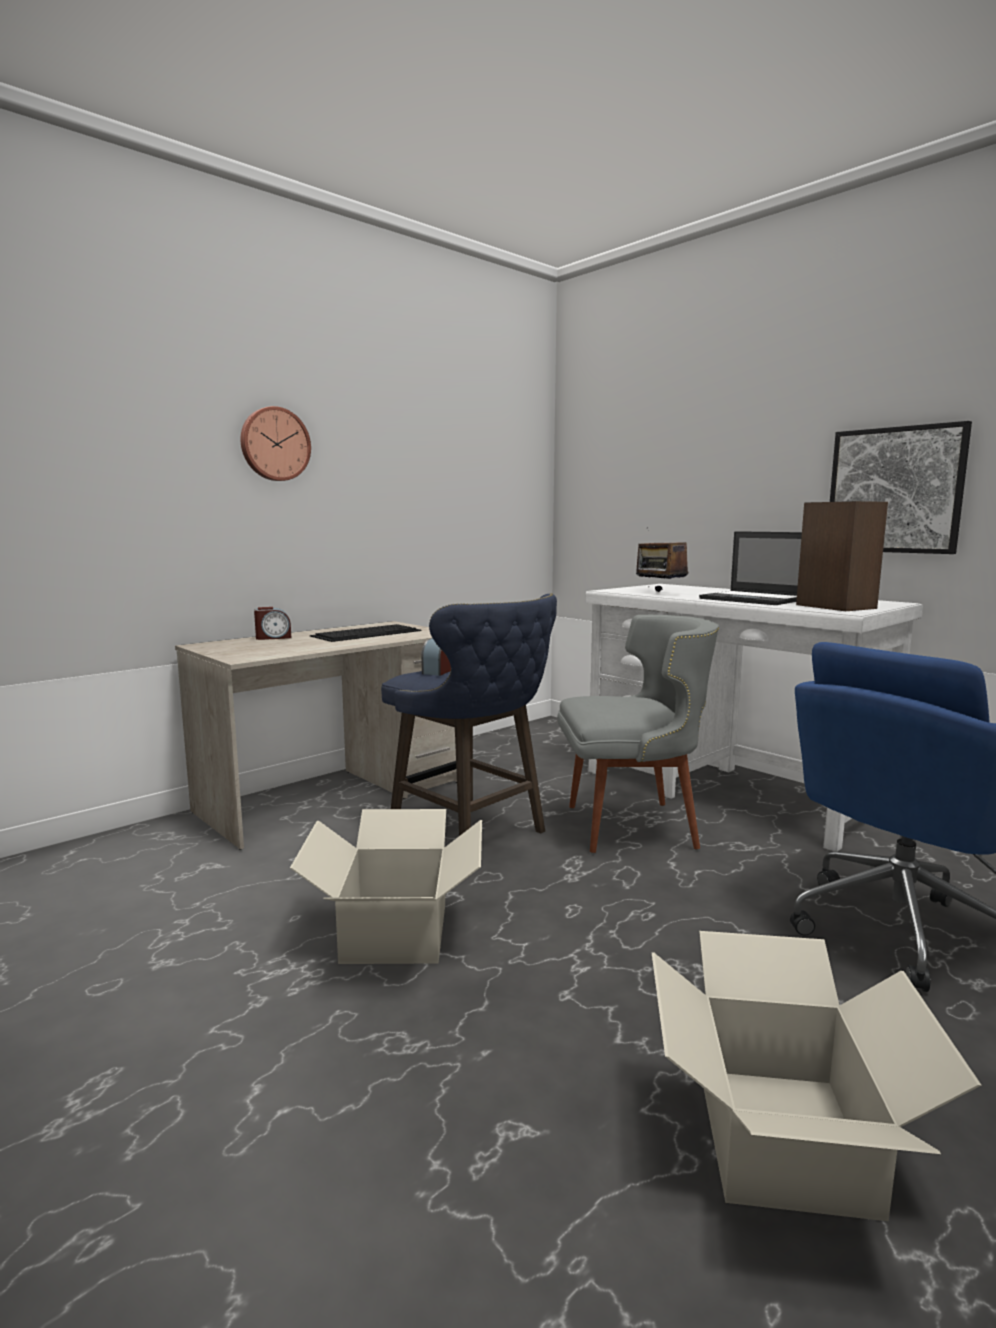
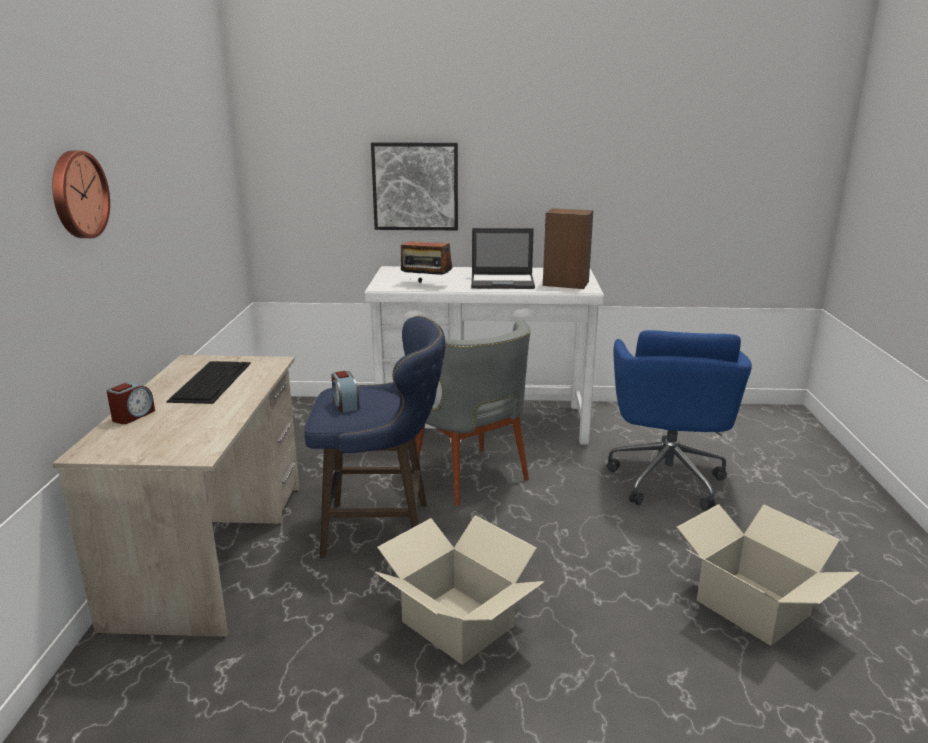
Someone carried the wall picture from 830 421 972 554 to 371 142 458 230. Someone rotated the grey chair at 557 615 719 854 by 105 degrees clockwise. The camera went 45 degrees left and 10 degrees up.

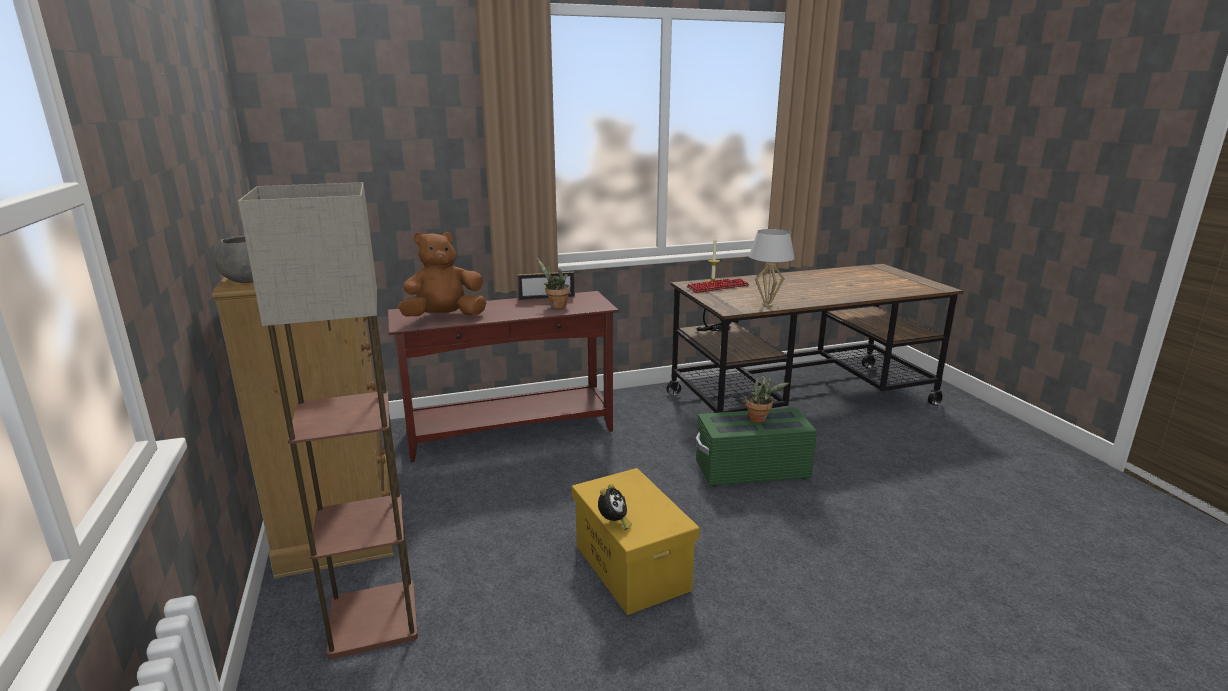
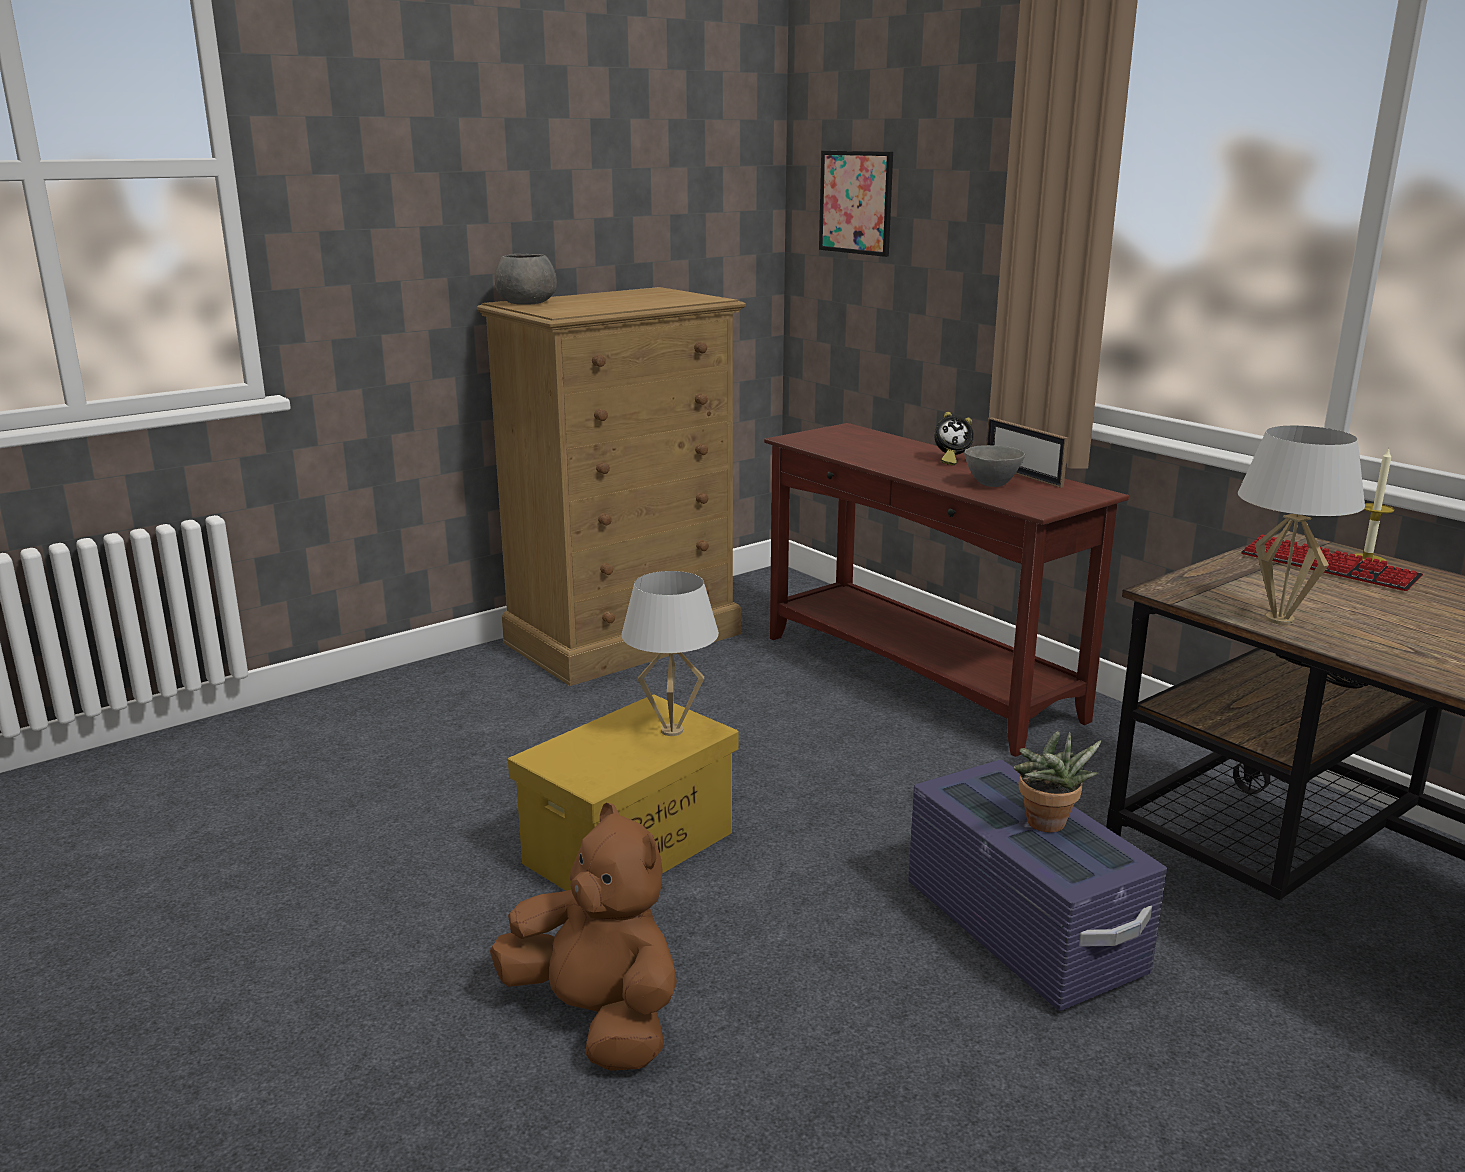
Someone took away the floor lamp at 238 182 418 659. Someone put down the whitish lamp for a table at 621 571 719 736. Someone put up the wall picture at 819 151 893 257. Someone carried the brownish soft toy from 398 232 486 317 to 490 803 677 1071. Someone carried the table clock from 598 484 632 530 to 934 412 974 466. Someone swapped the potted plant at 537 258 570 309 for the grey bowl at 964 445 1025 487. Someone repainted the green-coloured storage box at 695 408 817 486, which became the purple-coloured storage box at 908 760 1167 1011. The camera went 70 degrees right and 0 degrees up.

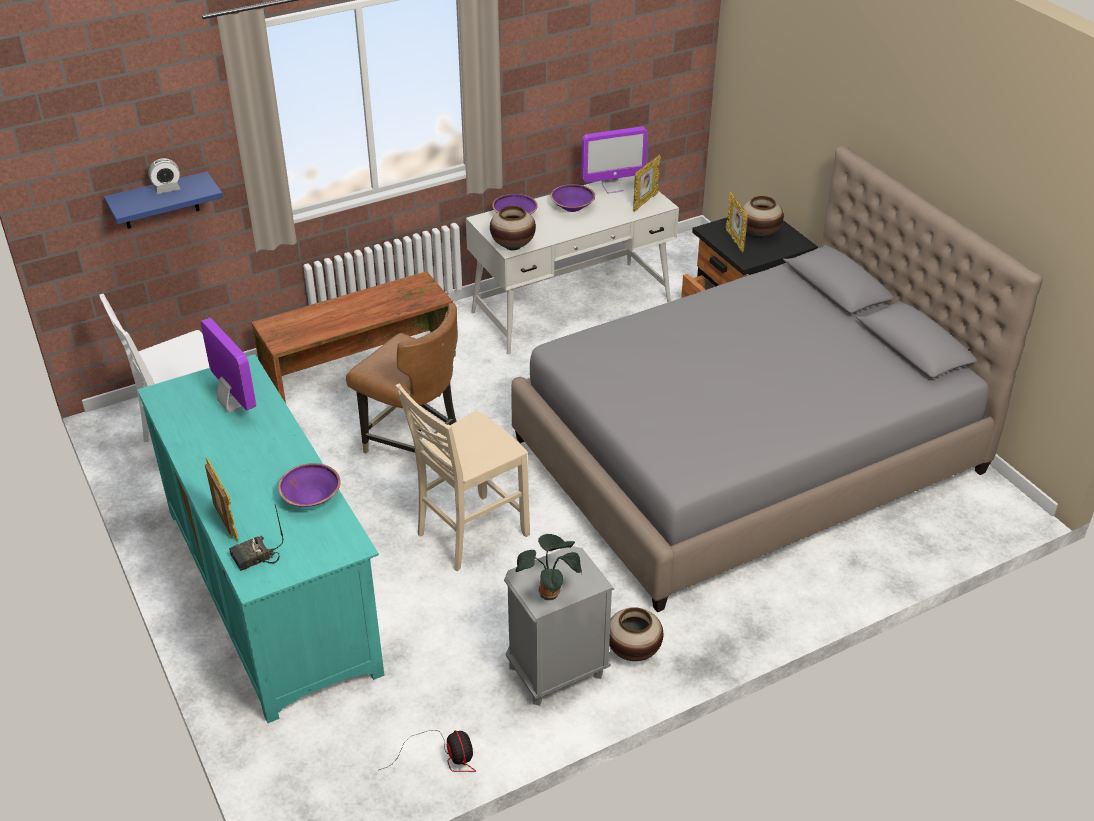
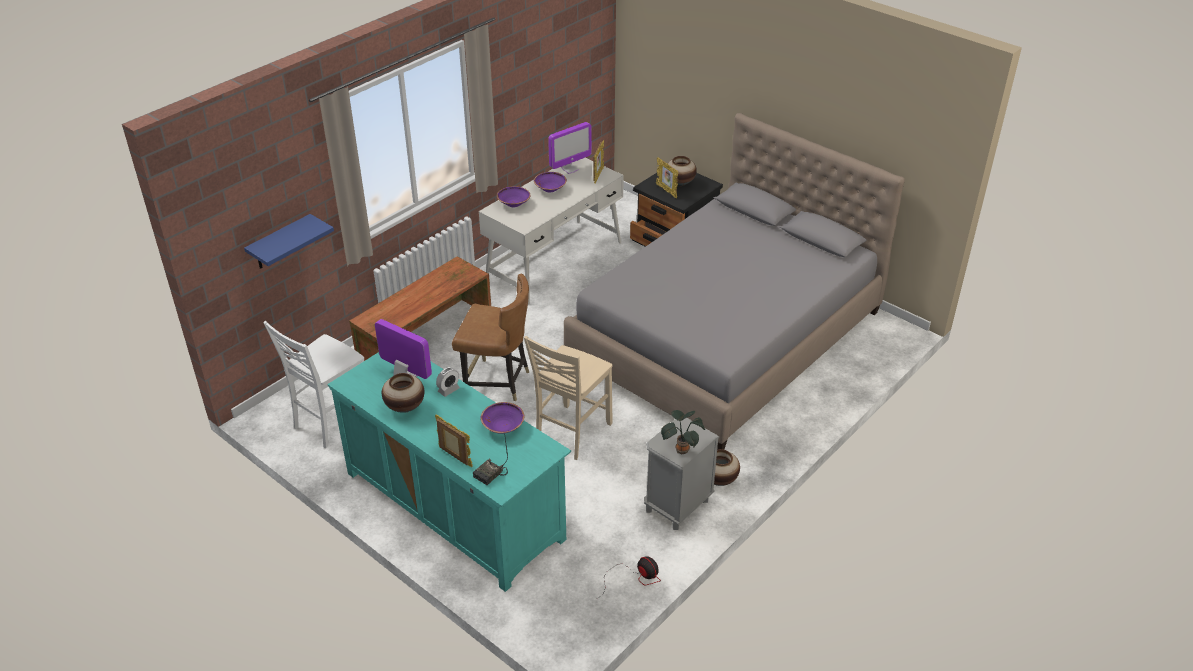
Someone carried the table clock from 148 158 180 194 to 436 367 460 397. Someone carried the vase from 490 206 536 250 to 382 373 424 413. The camera went 20 degrees left and 0 degrees up.

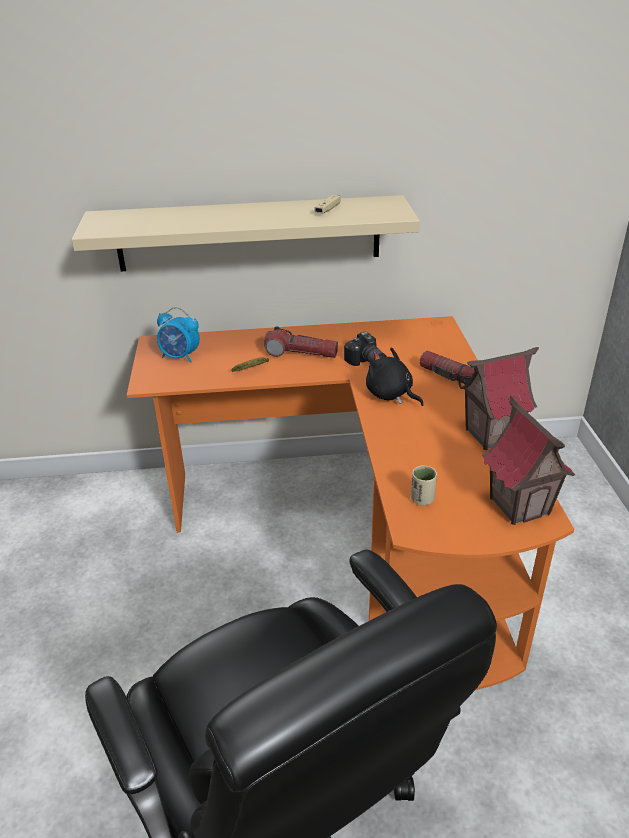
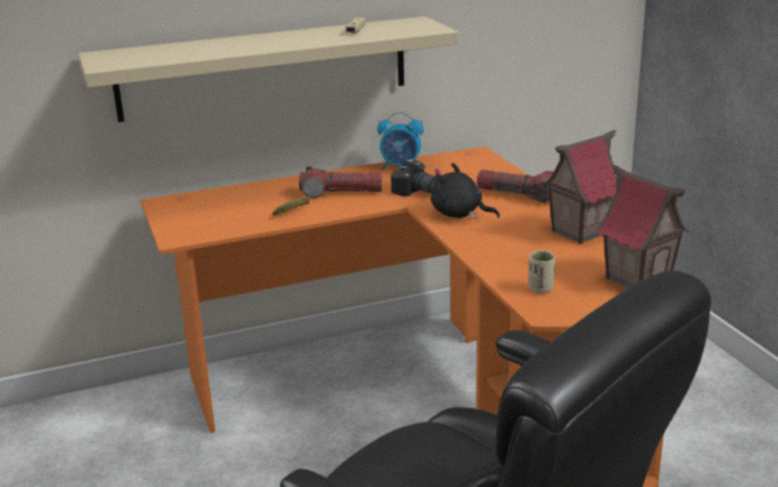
Someone carried the table clock from 157 307 200 363 to 377 112 424 169. The camera went 15 degrees left and 10 degrees down.

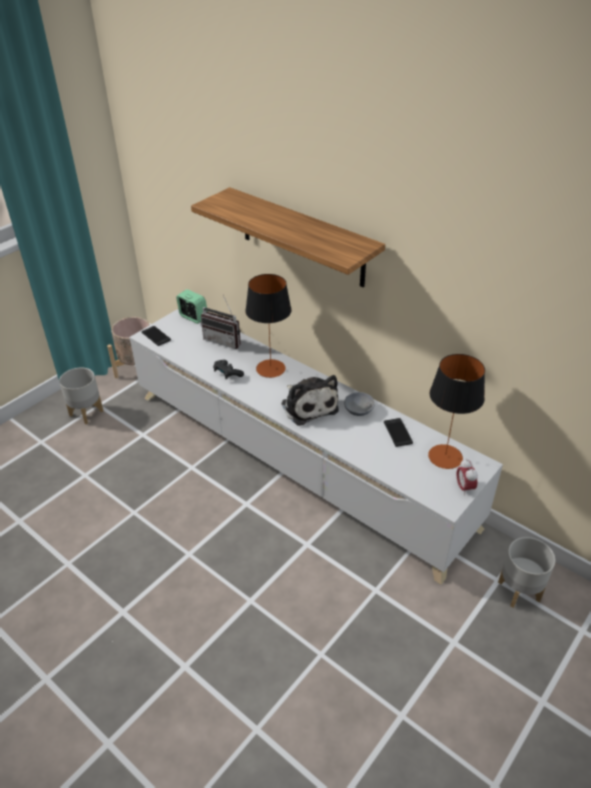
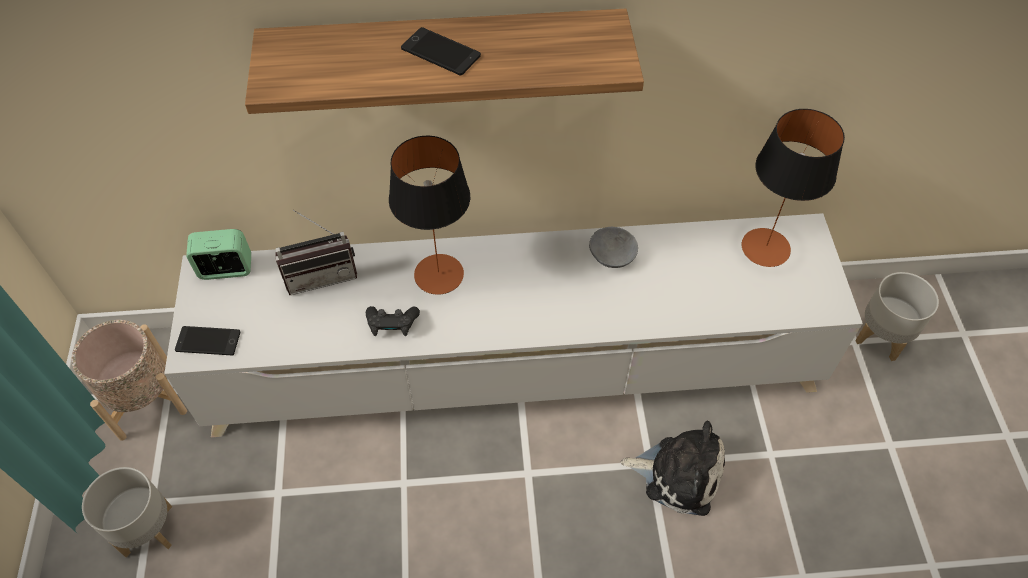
Someone took away the table clock at 456 459 478 495. Someone carried the soft toy from 281 375 339 426 to 621 421 725 516. Someone carried the phone from 384 418 413 447 to 401 27 481 76. The camera went 45 degrees left and 15 degrees up.

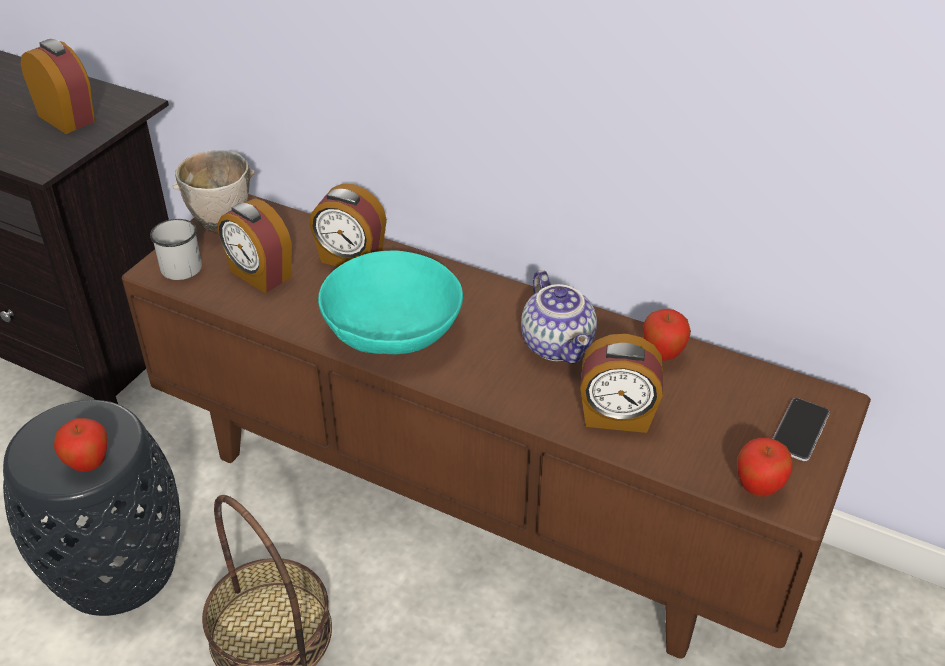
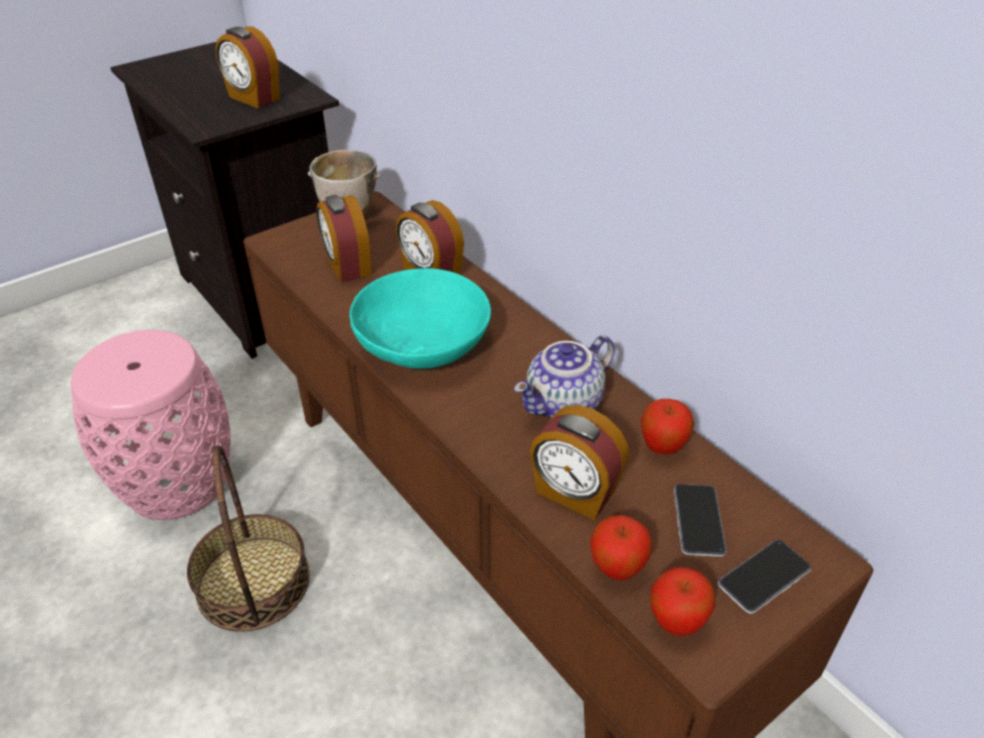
Someone took away the whitish tea mug at 150 219 202 280. Someone put down the phone at 674 484 727 557. Someone carried the apple from 54 418 107 472 to 590 515 653 580. Someone repainted the black stool seat at 3 400 180 616, which became the pink-coloured stool seat at 71 330 230 520. Someone rotated the table clock at 21 39 95 134 by 150 degrees clockwise. Someone rotated the teapot at 521 270 597 364 by 45 degrees clockwise. The camera went 25 degrees right and 0 degrees up.

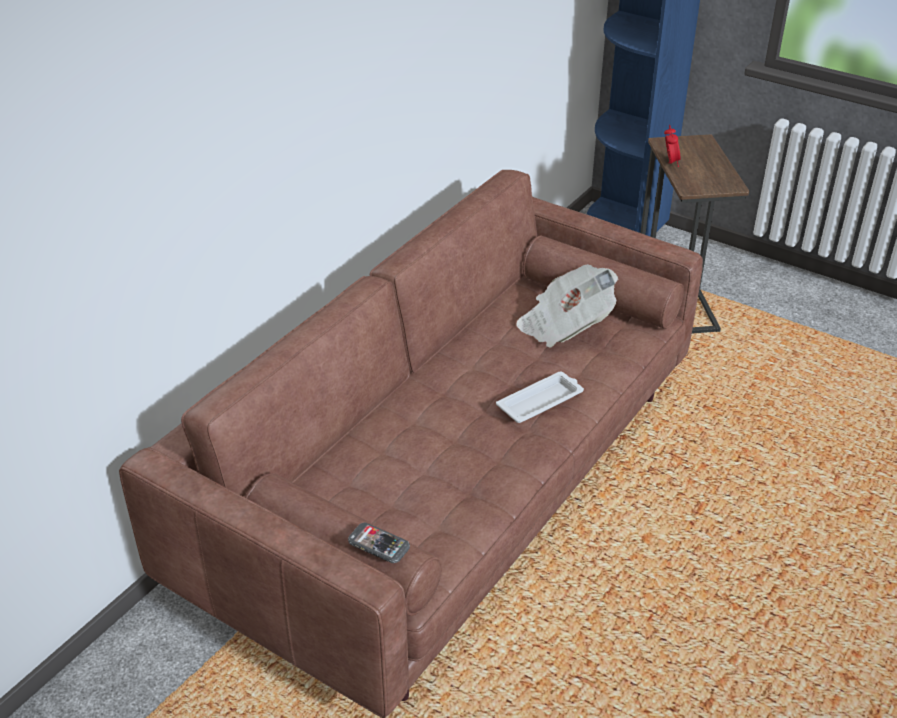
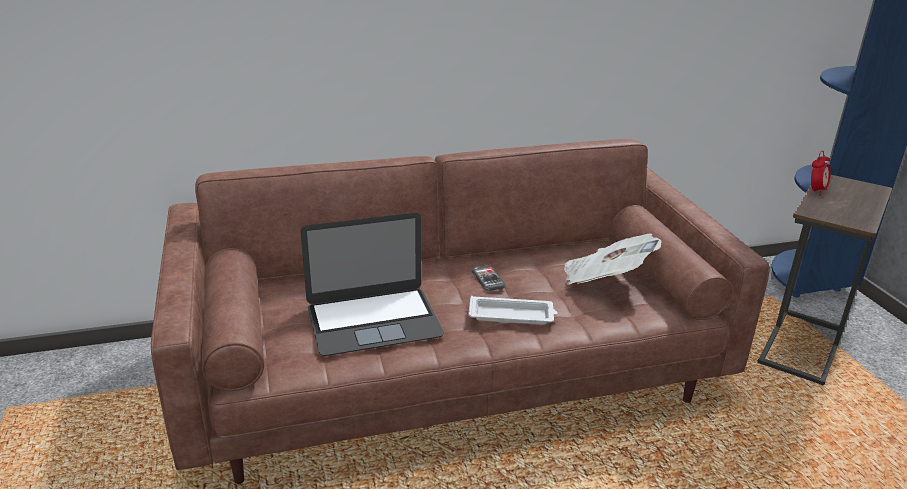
Someone put down the notebook computer at 301 213 444 356. Someone carried the phone from 348 523 410 563 to 472 265 506 291. The camera went 40 degrees right and 10 degrees down.

